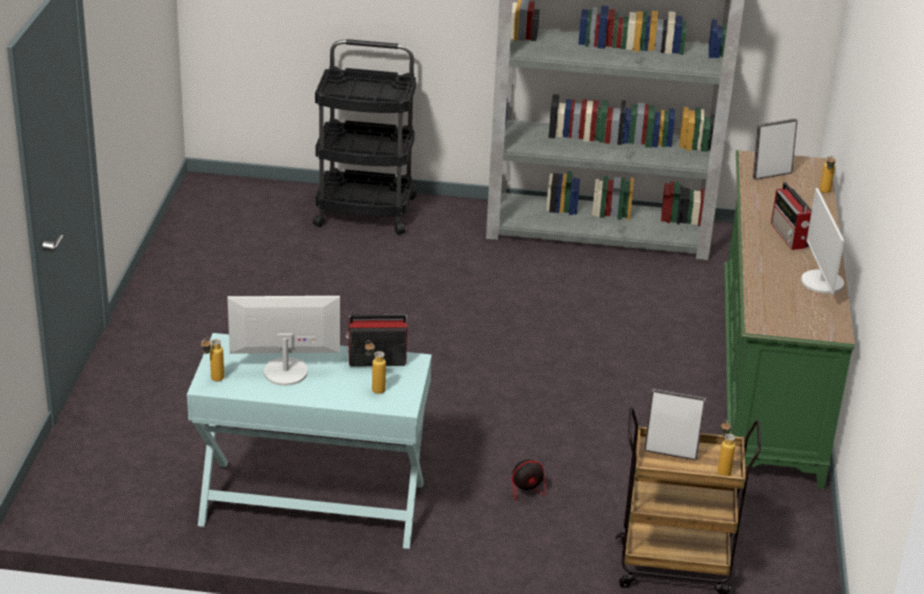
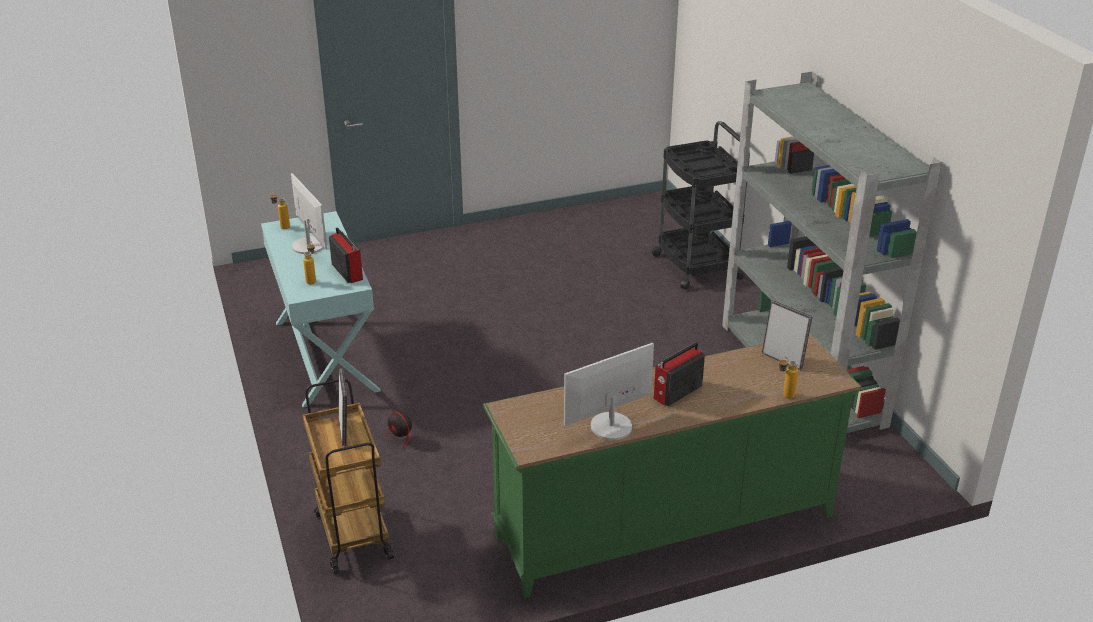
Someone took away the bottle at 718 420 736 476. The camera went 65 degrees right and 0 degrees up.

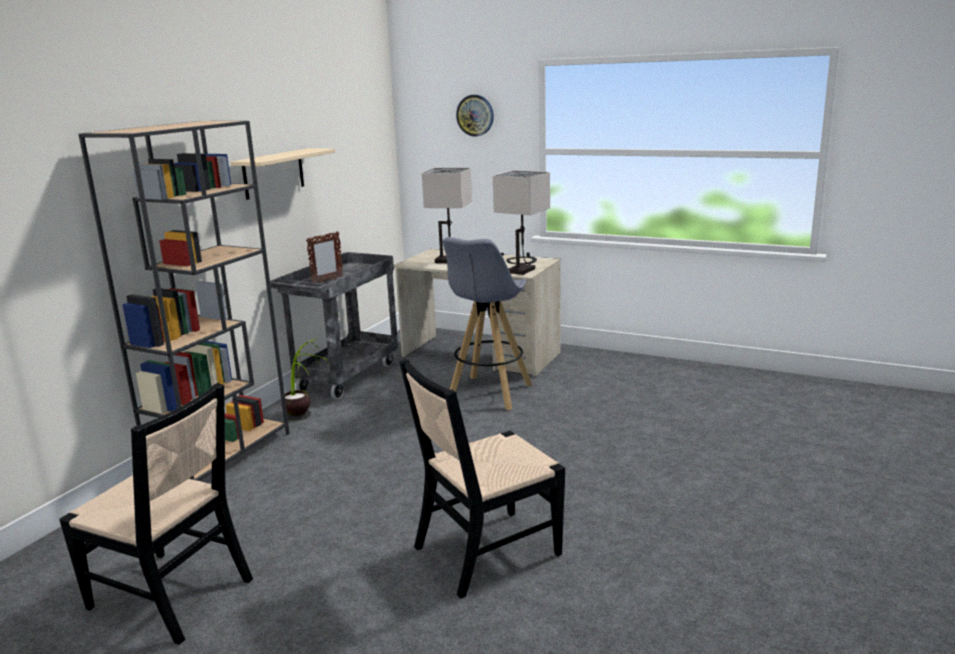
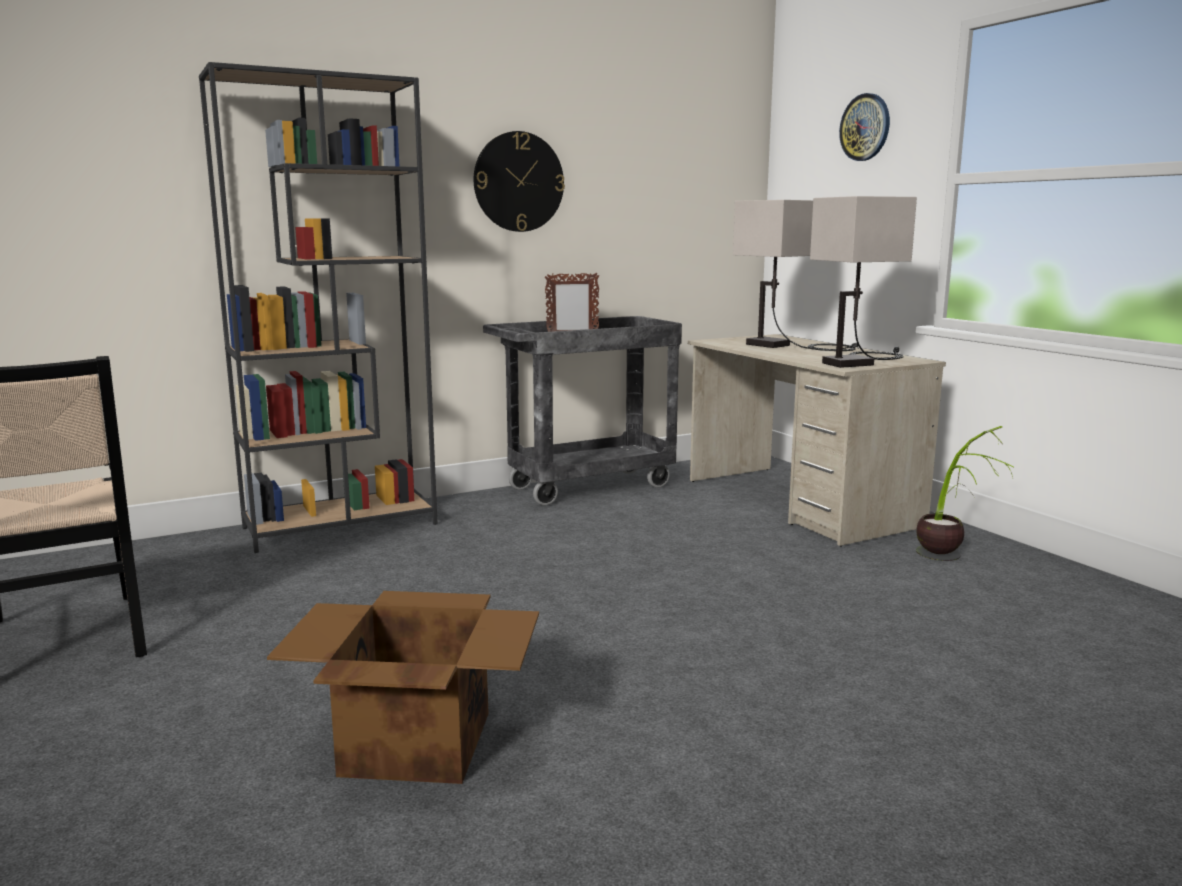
Someone took away the grey stool seat at 443 237 532 410. Someone carried the potted plant from 281 339 329 421 to 916 426 1013 561. Someone swapped the beige-coloured shelf at 231 148 335 200 for the wall clock at 474 131 565 232. Someone swapped the chair at 399 358 565 599 for the carton at 267 591 539 784. The camera went 35 degrees right and 5 degrees down.

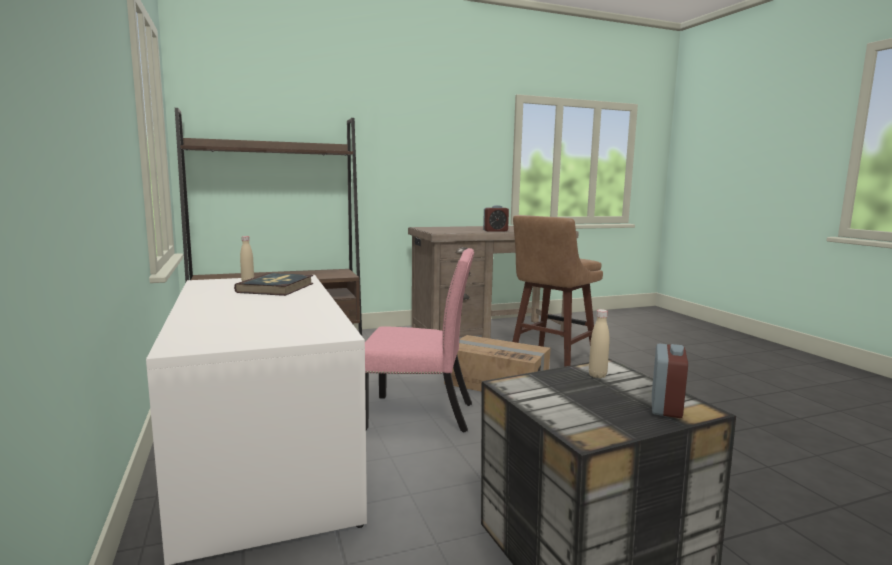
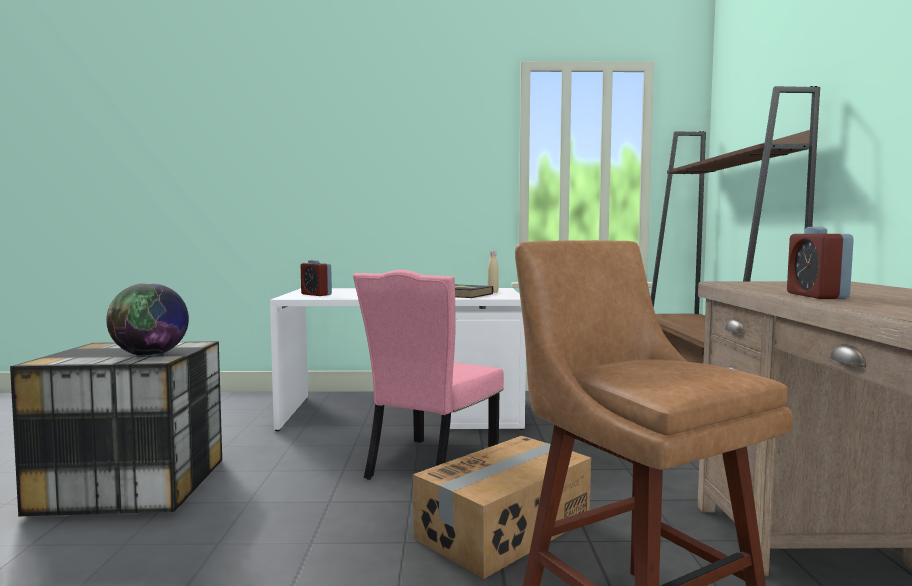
Someone carried the table clock from 652 344 688 418 to 301 260 332 296. Someone swapped the beige-coloured bottle at 589 309 610 378 for the globe at 106 283 189 356. The camera went 110 degrees right and 5 degrees down.

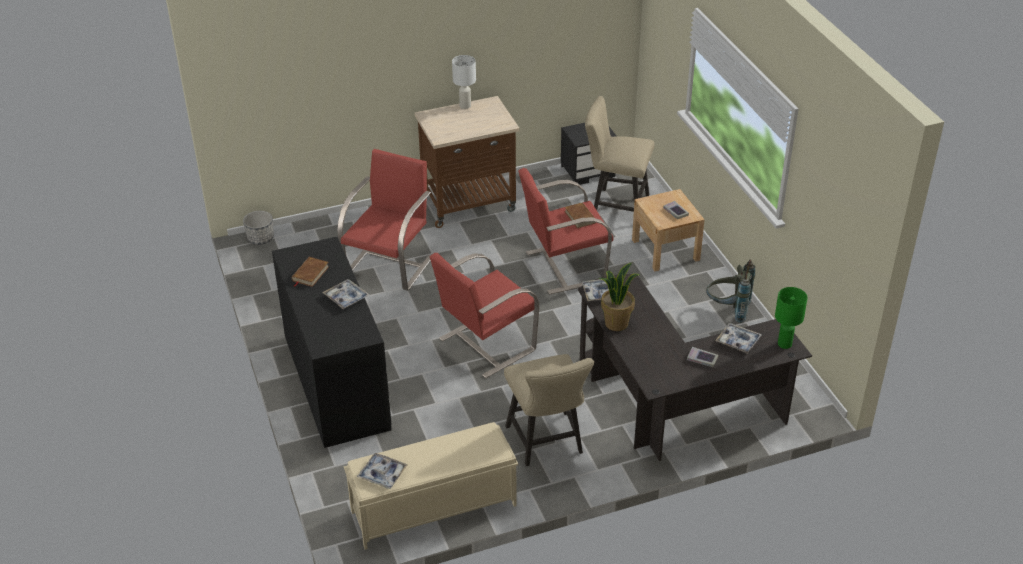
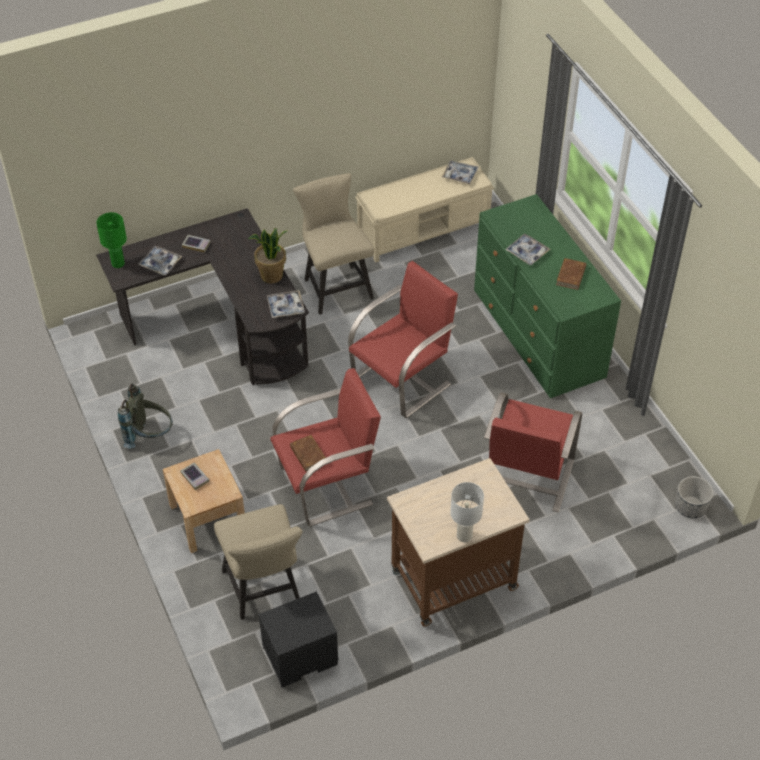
Someone repainted the black drawer chest at 272 237 392 448, which became the green-coloured drawer chest at 474 194 621 398. Someone rotated the beige-coloured chair at 585 96 655 212 by 60 degrees clockwise. The camera went 175 degrees right and 10 degrees up.

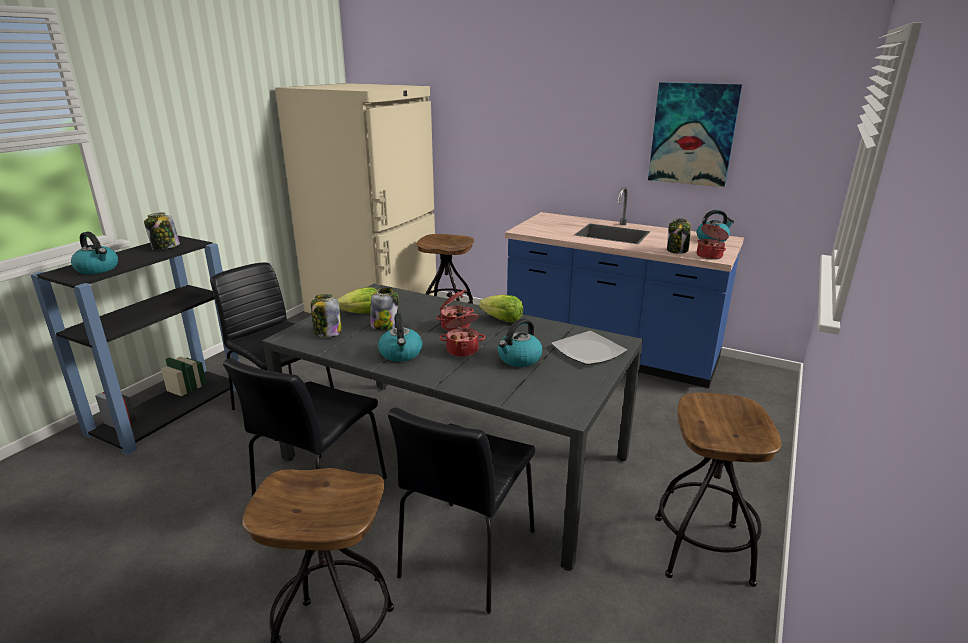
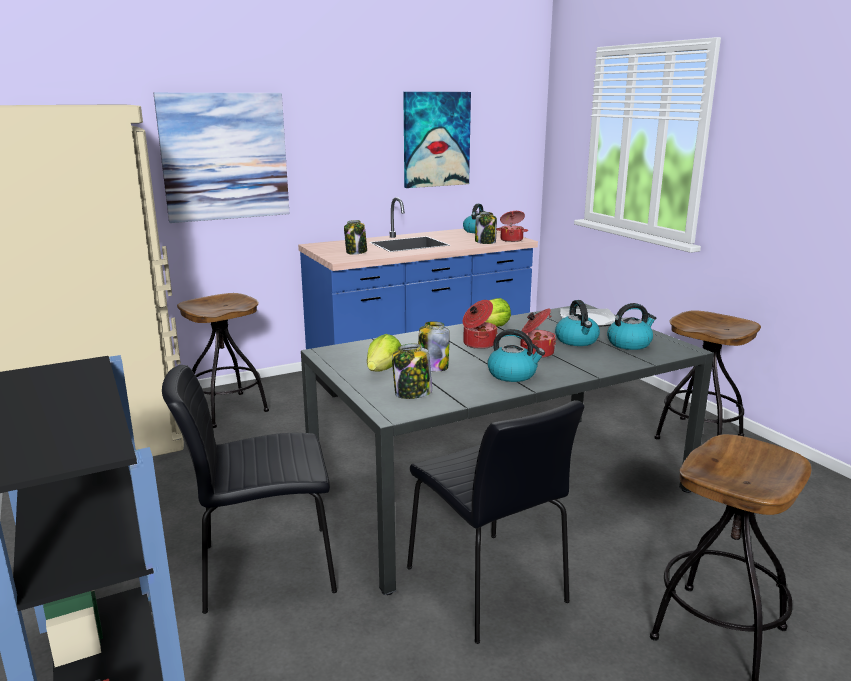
Someone took away the black chair at 388 407 535 614. Someone put up the wall picture at 154 93 290 223. Someone carried the kettle from 71 232 118 274 to 607 303 656 350. Someone carried the preserve jar from 144 212 180 250 to 344 220 367 255. The camera went 55 degrees left and 5 degrees down.

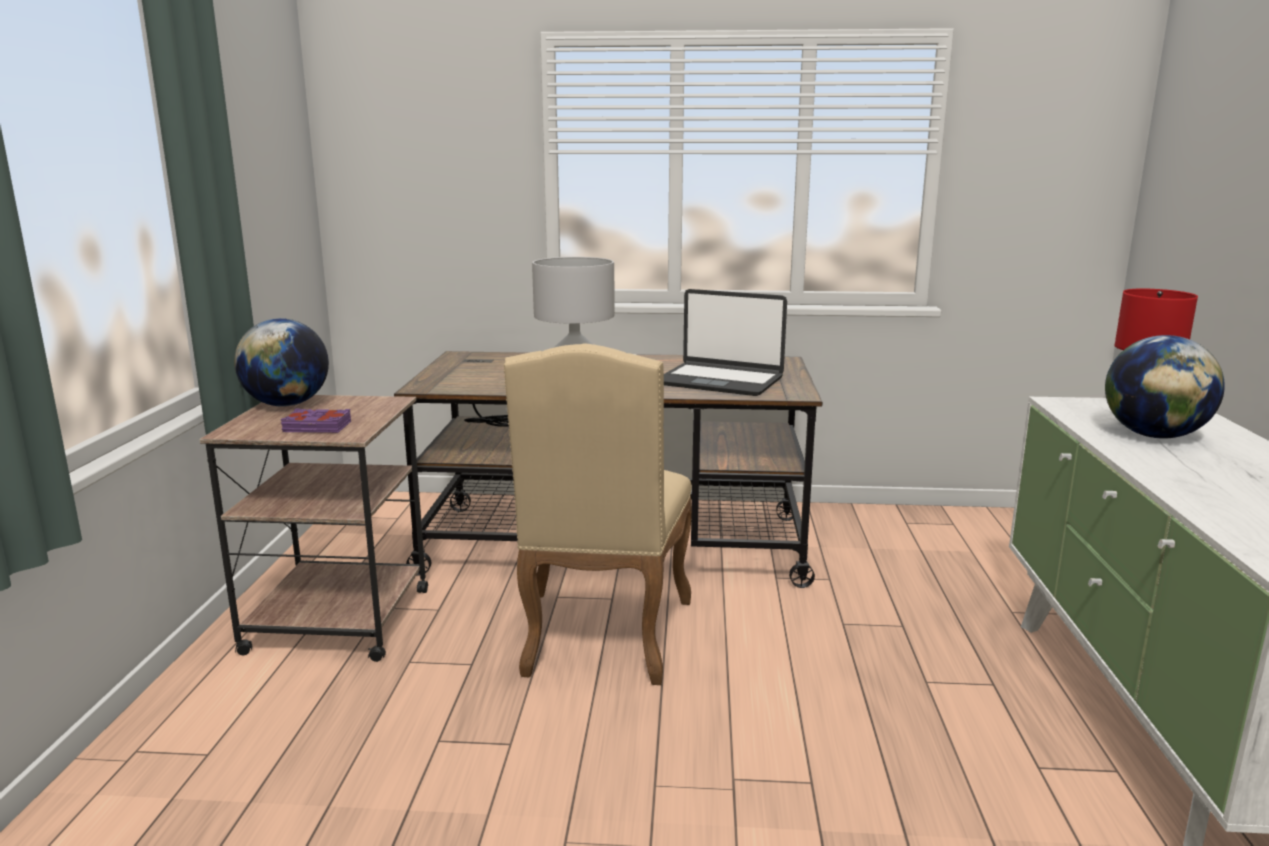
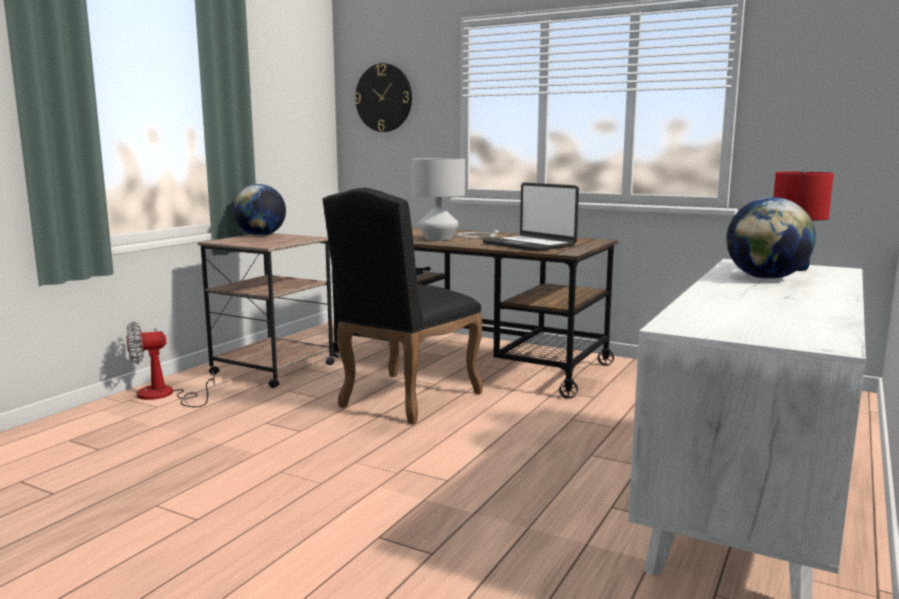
Someone took away the purple-coloured book at 281 408 351 433. Someone put down the electric fan at 126 321 215 407. Someone put up the wall clock at 354 63 412 132. Someone repainted the beige-coloured chair at 503 343 692 685, which became the black chair at 323 187 483 424. The camera went 25 degrees right and 5 degrees down.

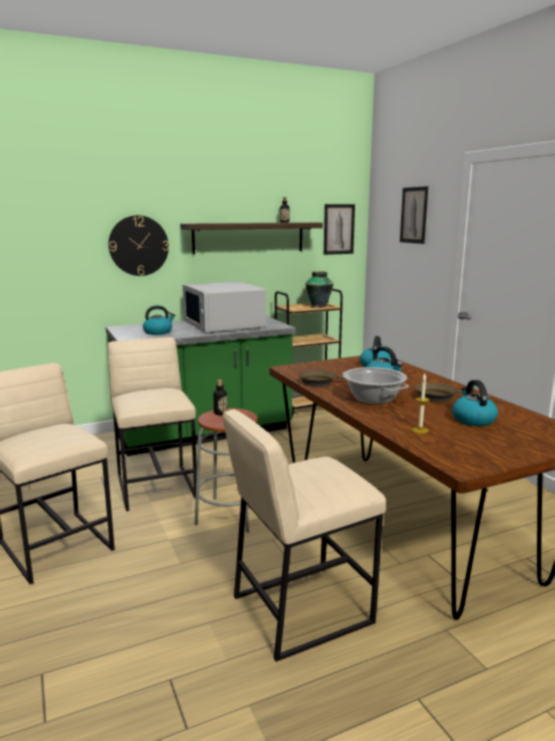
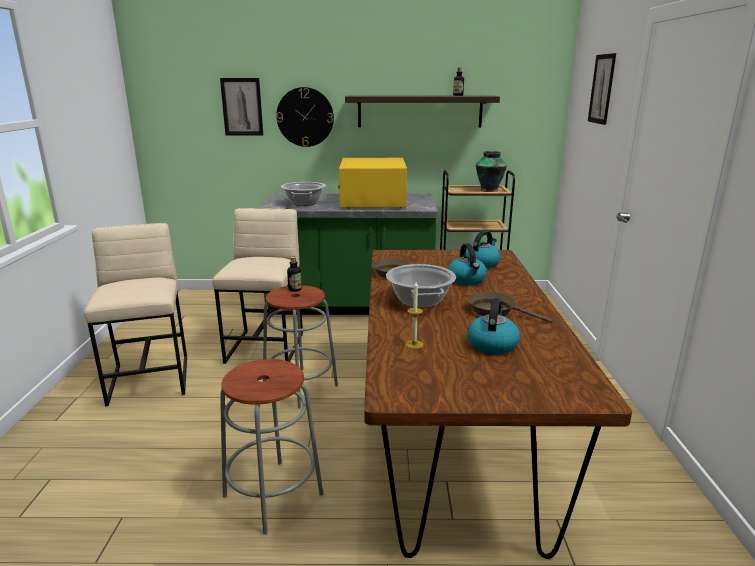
Someone carried the wall picture from 324 204 355 255 to 220 78 263 135. Someone swapped the kettle at 143 305 175 335 for the stockpot at 281 182 326 206. Someone swapped the beige-coloured chair at 223 409 386 662 for the grey stool seat at 220 359 323 535. Someone repainted the whitish kitchen microwave at 183 282 266 333, which became the yellow-coloured kitchen microwave at 338 158 407 209. The camera went 25 degrees right and 5 degrees up.

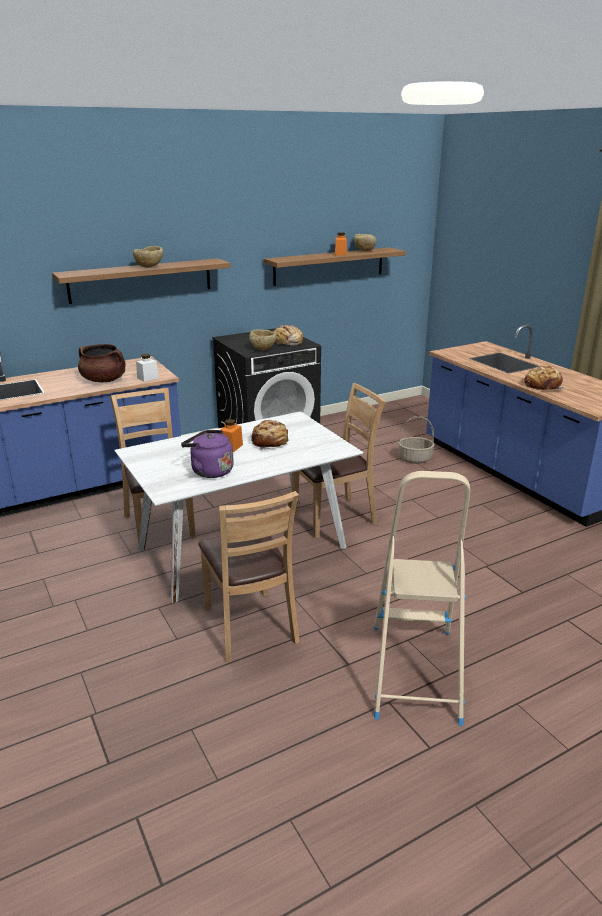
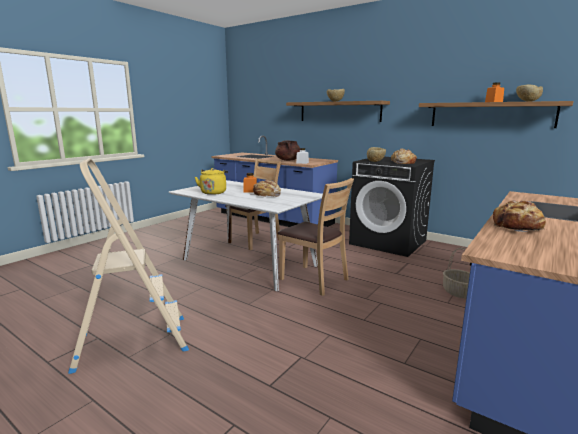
Someone took away the brownish chair at 198 491 300 663. Someone repainted the purple-coloured kettle at 181 430 234 478, which became the yellow-coloured kettle at 195 168 228 195. The camera went 65 degrees right and 10 degrees down.

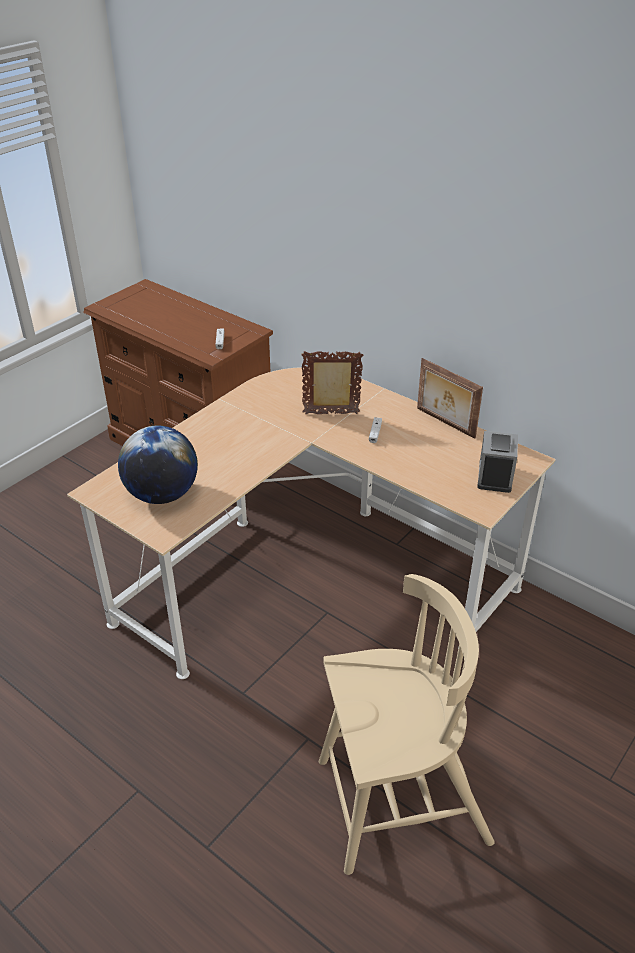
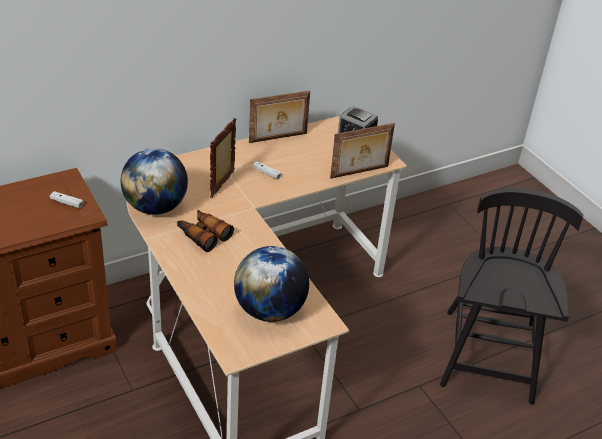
Someone put down the globe at 121 148 188 215. Someone put down the field glasses at 177 210 234 252. Someone put down the standing frame at 330 123 395 178. Someone repainted the beige-coloured chair at 319 574 495 875, which became the black chair at 440 188 583 405. The camera went 70 degrees left and 0 degrees up.

